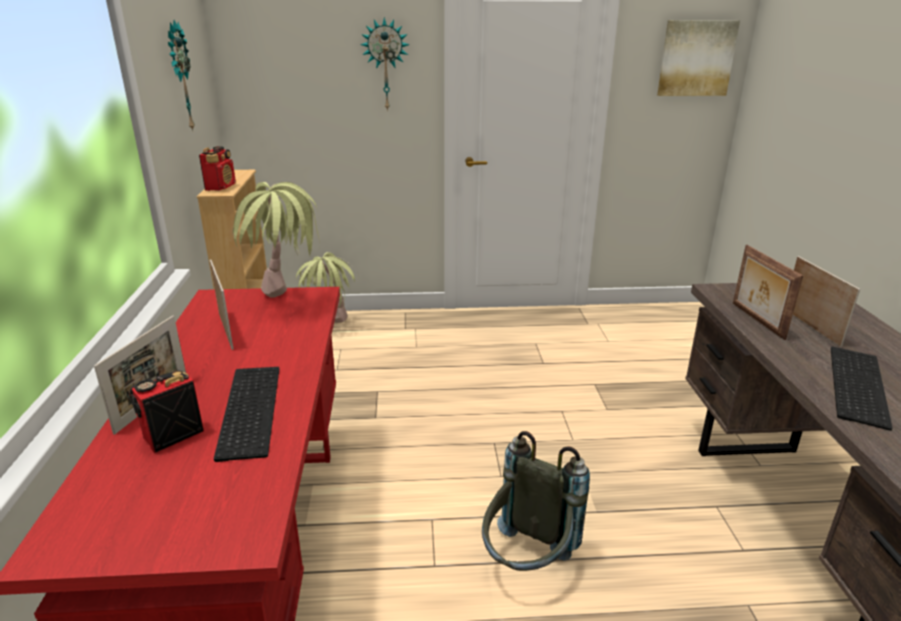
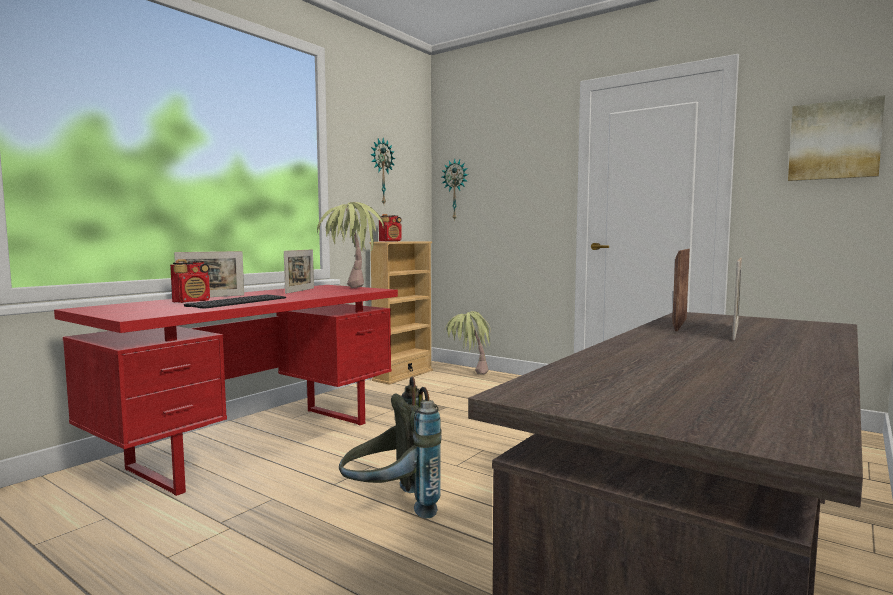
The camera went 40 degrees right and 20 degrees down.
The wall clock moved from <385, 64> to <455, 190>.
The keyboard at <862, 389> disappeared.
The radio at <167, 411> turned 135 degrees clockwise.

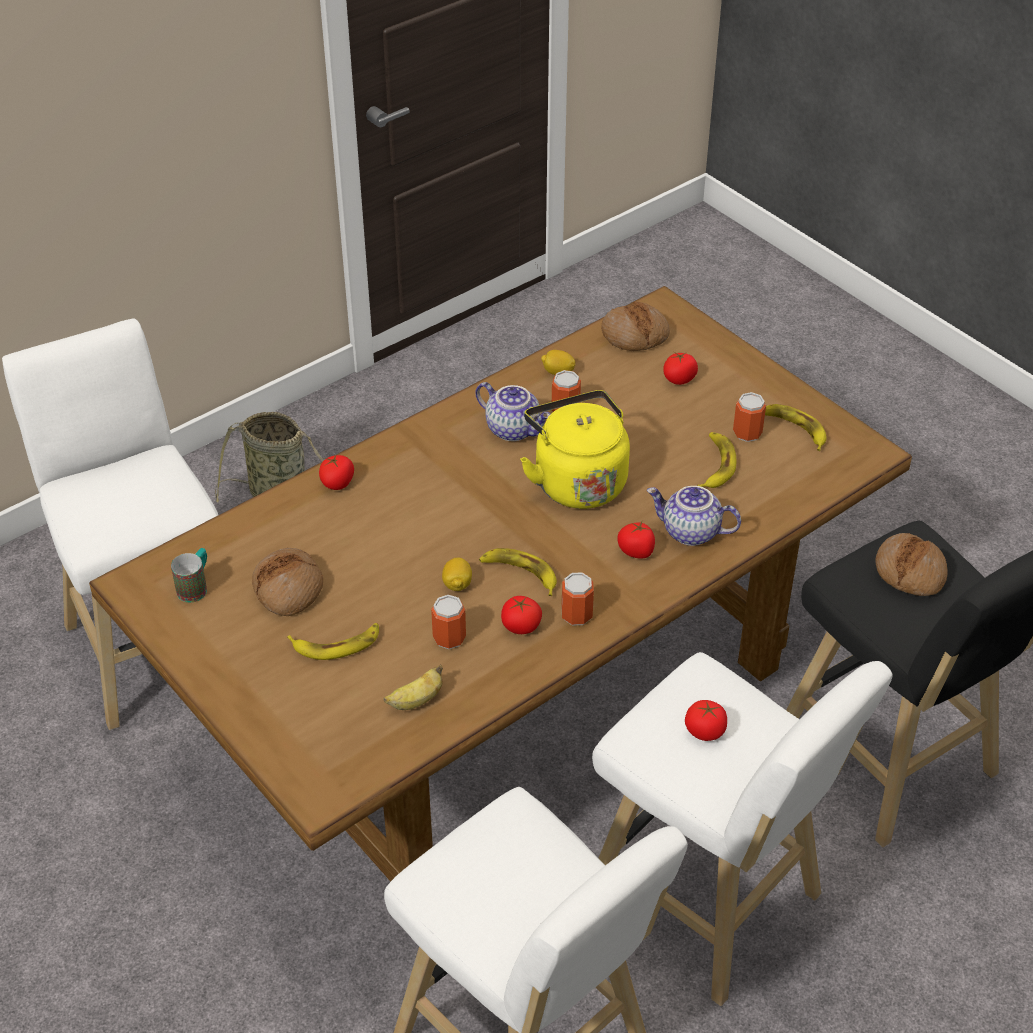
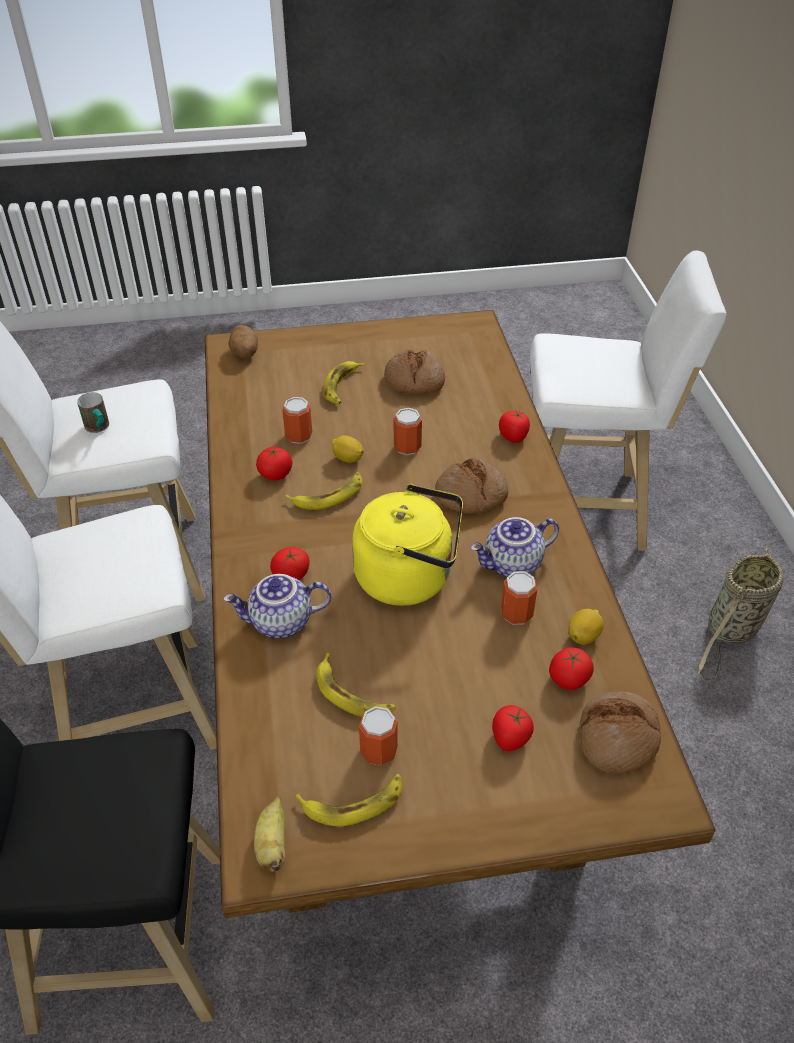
The camera went 120 degrees right and 0 degrees up.
The teapot at <694, 516> turned 150 degrees counterclockwise.
The bread moved from <911, 564> to <471, 486>.
The mug moved from <189, 575> to <93, 412>.
The can moved from <577, 599> to <408, 431>.
The banana moved from <413, 687> to <269, 834>.
The tomato moved from <706, 720> to <571, 668>.
The potato at <243, 341> appeared.

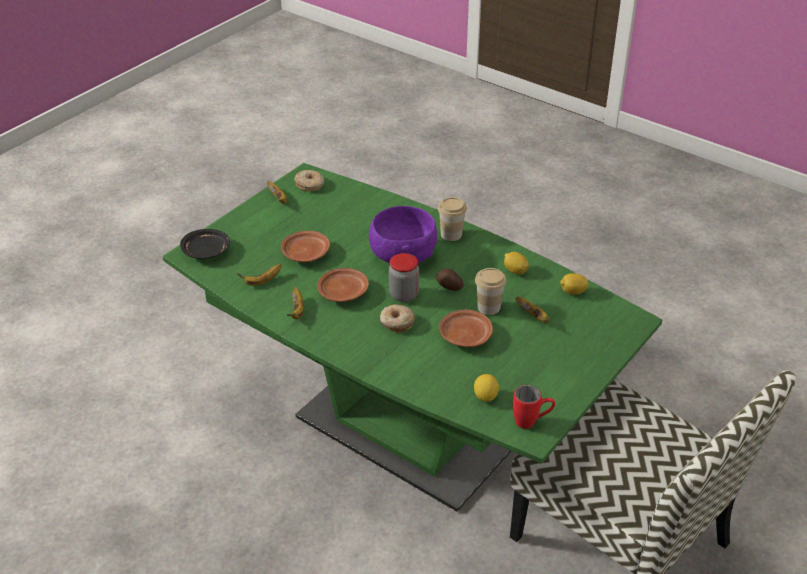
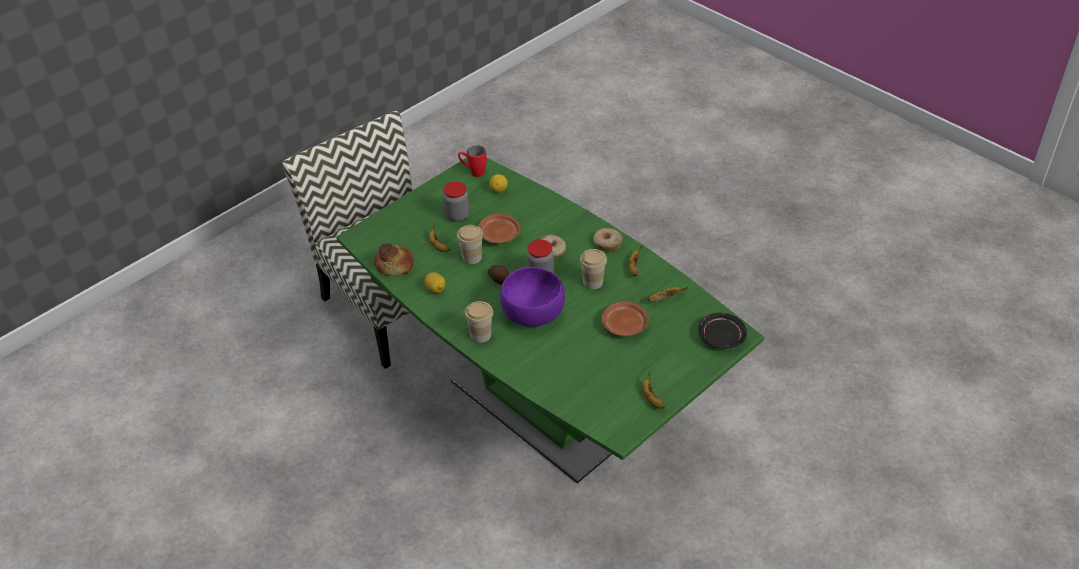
The camera went 170 degrees left and 5 degrees up.
The donut moved from <309, 181> to <608, 240>.
The plate (brown) at <343, 285> was replaced by the cup at <593, 269>.
The lemon at <574, 283> was replaced by the bread at <394, 259>.
The jar at <456, 202> appeared.

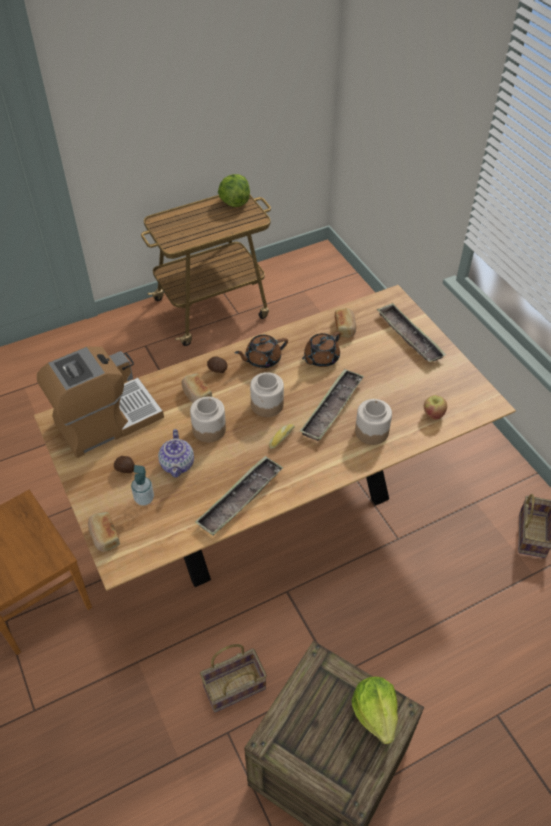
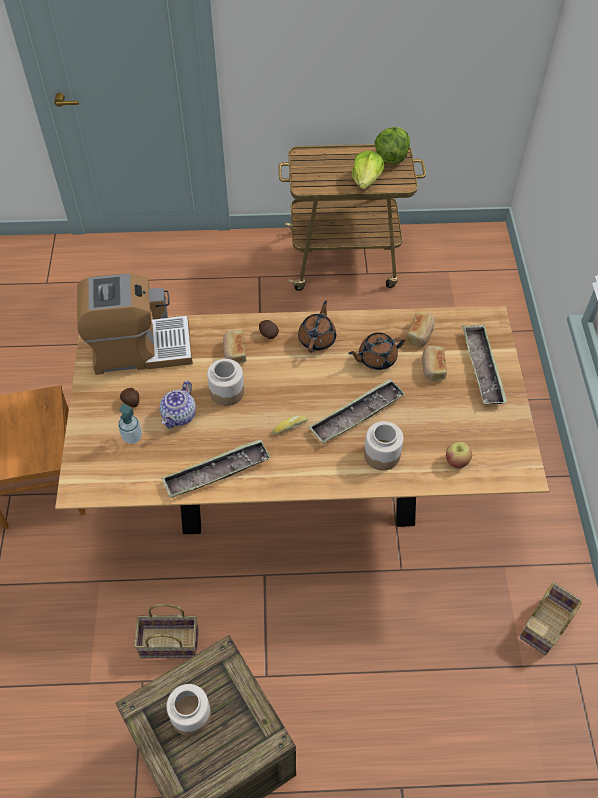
The camera went 25 degrees right and 5 degrees up.
The teapot (brown) at <261, 351> turned 105 degrees clockwise.
The jar moved from <267, 394> to <188, 710>.
The bread moved from <104, 532> to <434, 363>.
The lettuce moved from <374, 710> to <368, 170>.

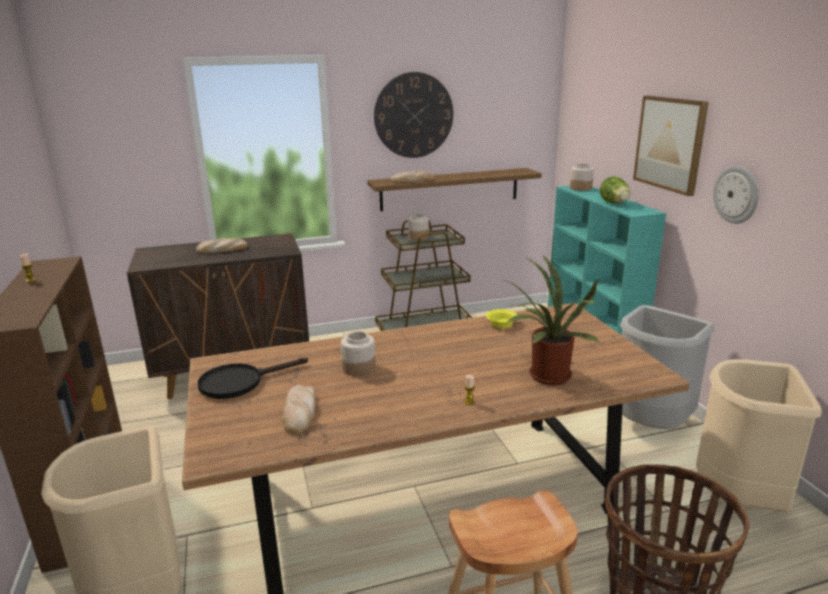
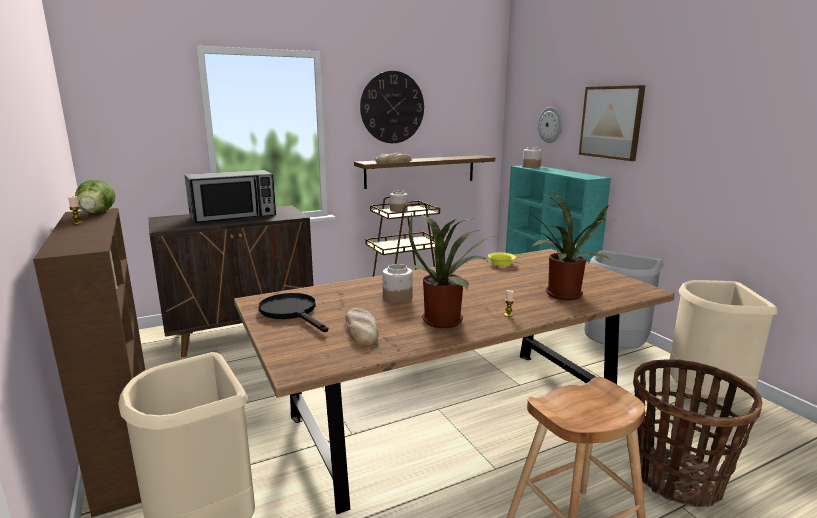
The camera went 10 degrees left and 5 degrees down.
The wall clock moved from <736, 195> to <550, 125>.
The lettuce moved from <615, 189> to <95, 197>.
The bread at <221, 245> was replaced by the microwave at <230, 196>.
The frying pan (black) at <253, 378> turned 90 degrees clockwise.
The potted plant at <452, 270> appeared.

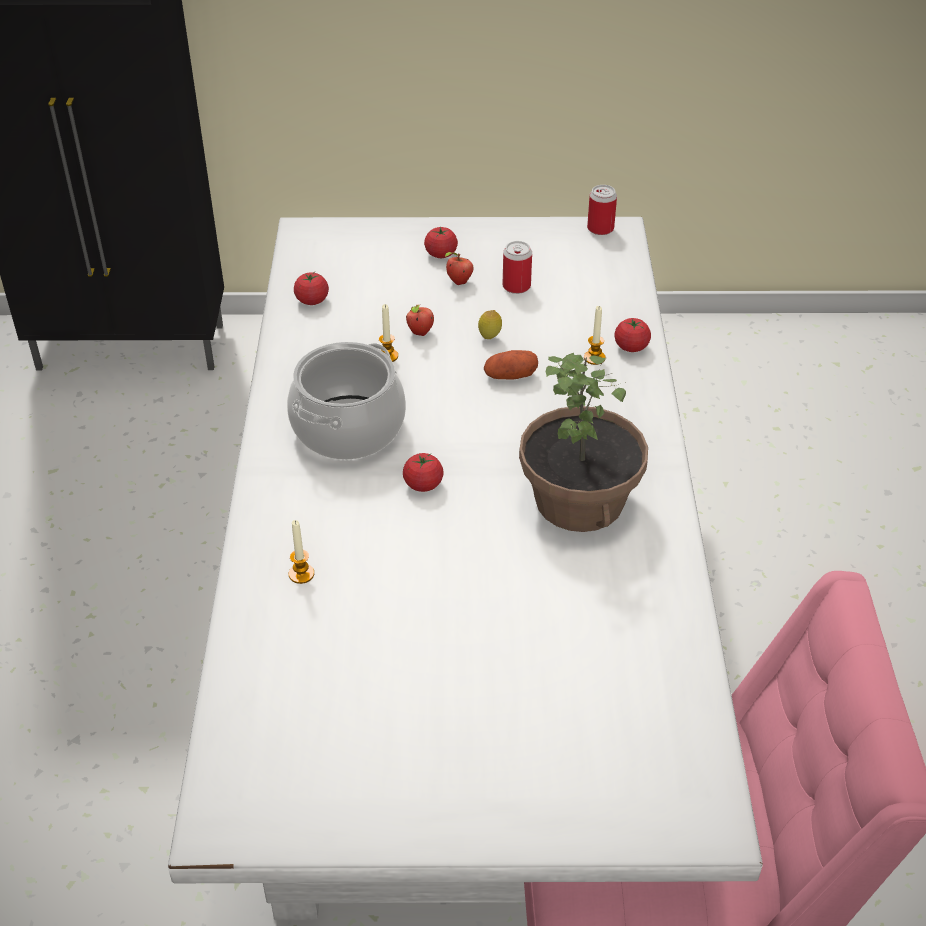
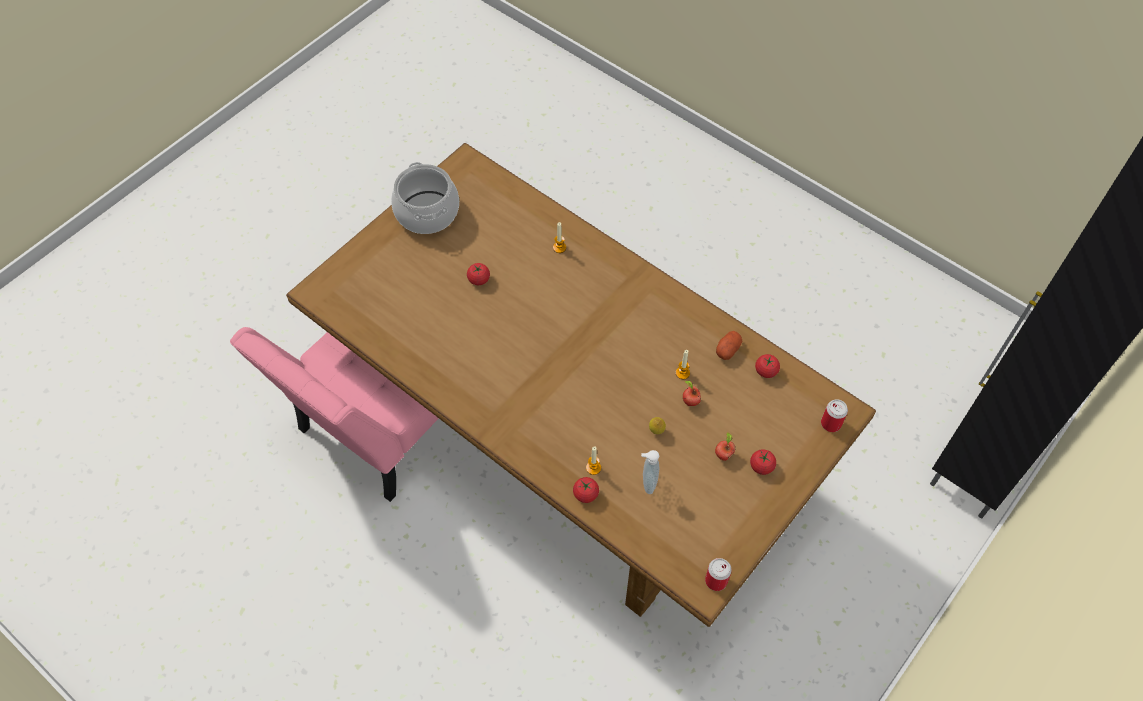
The camera went 130 degrees right and 15 degrees up.
The dining table (white) at <465, 568> became the dining table (brown) at <581, 385>.
The can moved from <517, 267> to <834, 415>.
The cooking pot moved from <346, 401> to <425, 198>.
The potato moved from <511, 365> to <729, 345>.
The potted plant at <583, 442> disappeared.
The tomato moved from <423, 472> to <478, 274>.
The soap dispenser at <650, 472> appeared.

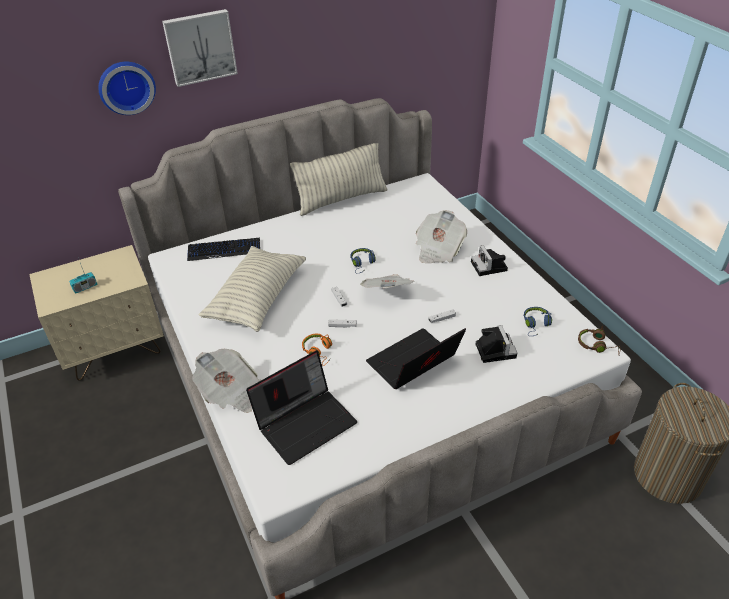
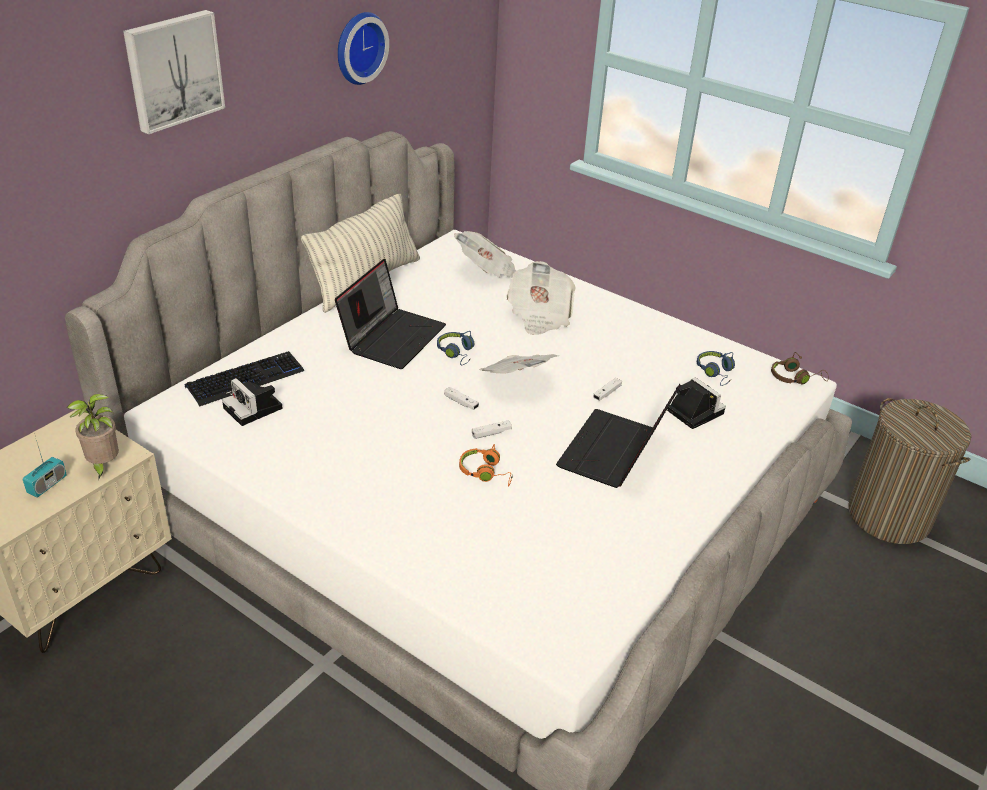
The camera went 30 degrees left and 5 degrees down.
The wall clock moved from <127, 88> to <363, 48>.
The photo camera moved from <489, 260> to <252, 402>.
The pillow at <252, 289> disappeared.
The newspaper moved from <226, 381> to <485, 254>.
The laptop moved from <301, 408> to <390, 314>.
The potted plant at <93, 437> appeared.

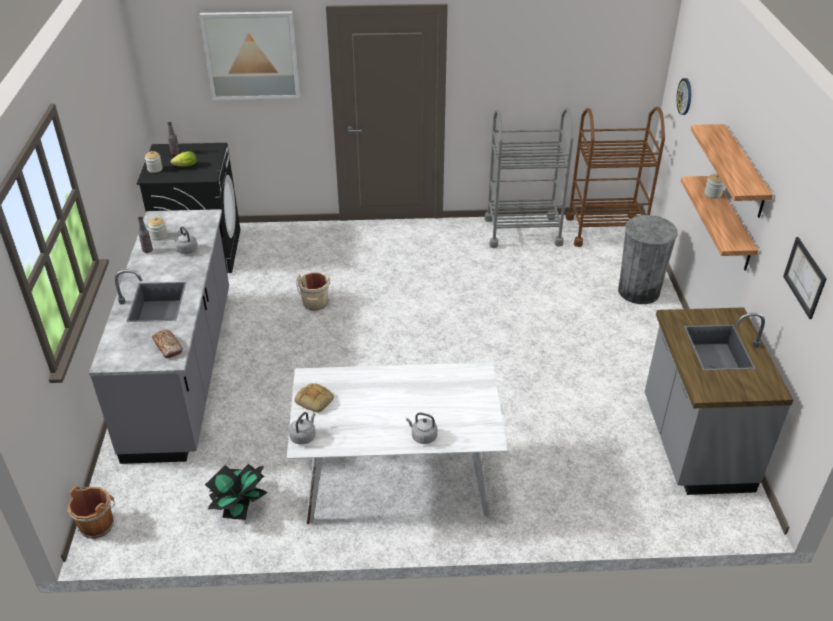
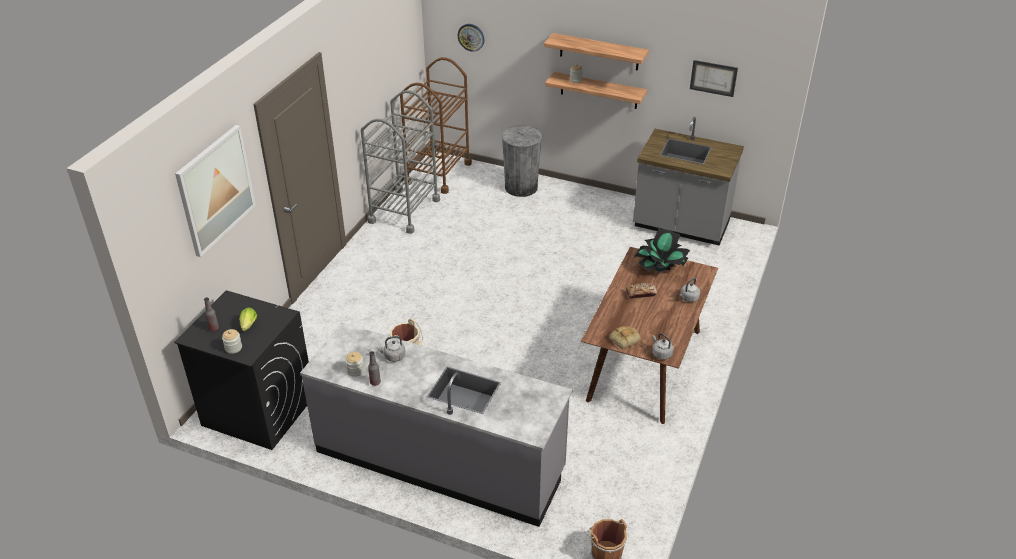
The camera went 65 degrees left and 0 degrees up.
The bread moved from <167, 344> to <641, 291>.
The dining table (white) at <397, 443> became the dining table (brown) at <649, 335>.
The potted plant moved from <236, 492> to <662, 249>.

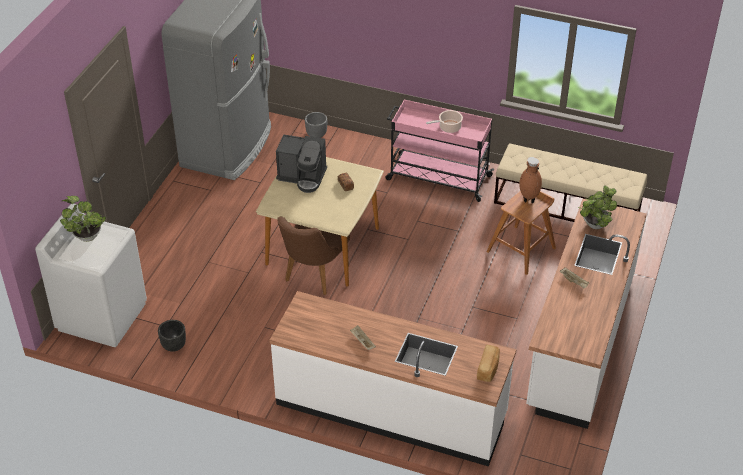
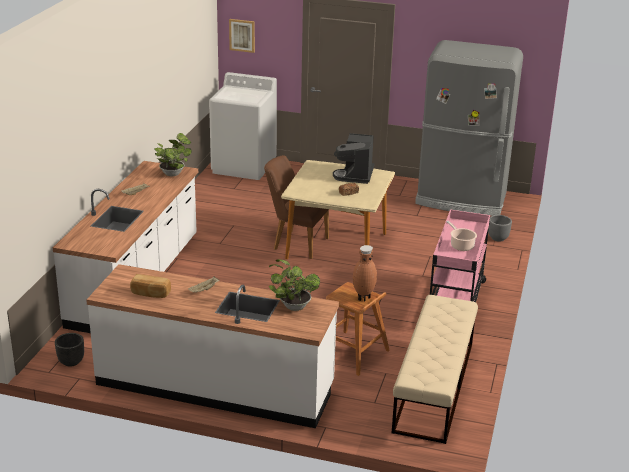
The camera went 85 degrees right and 15 degrees down.
The potted plant moved from <83, 219> to <173, 154>.
The planter (black) moved from <172, 336> to <69, 350>.
The bread moved from <488, 363> to <150, 286>.
The picture at <242, 36> appeared.

